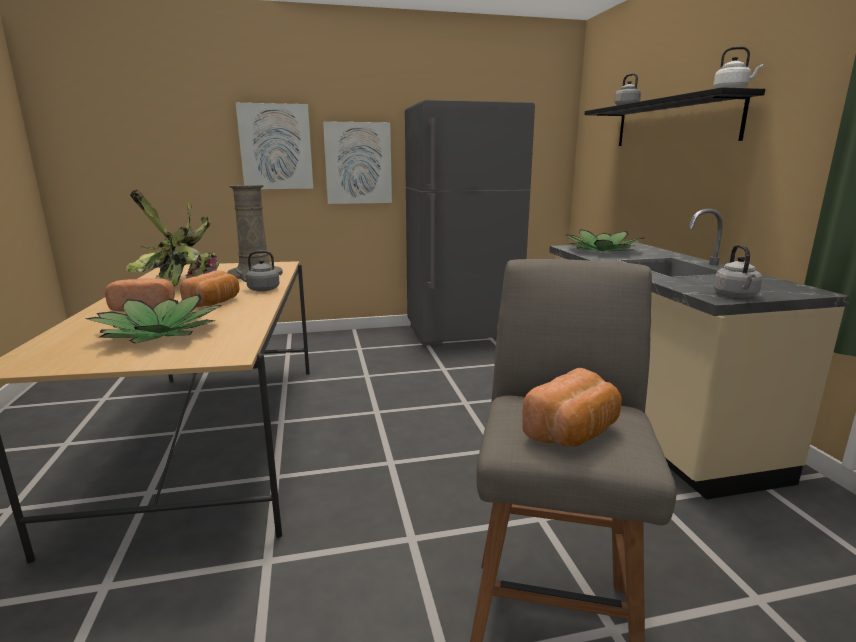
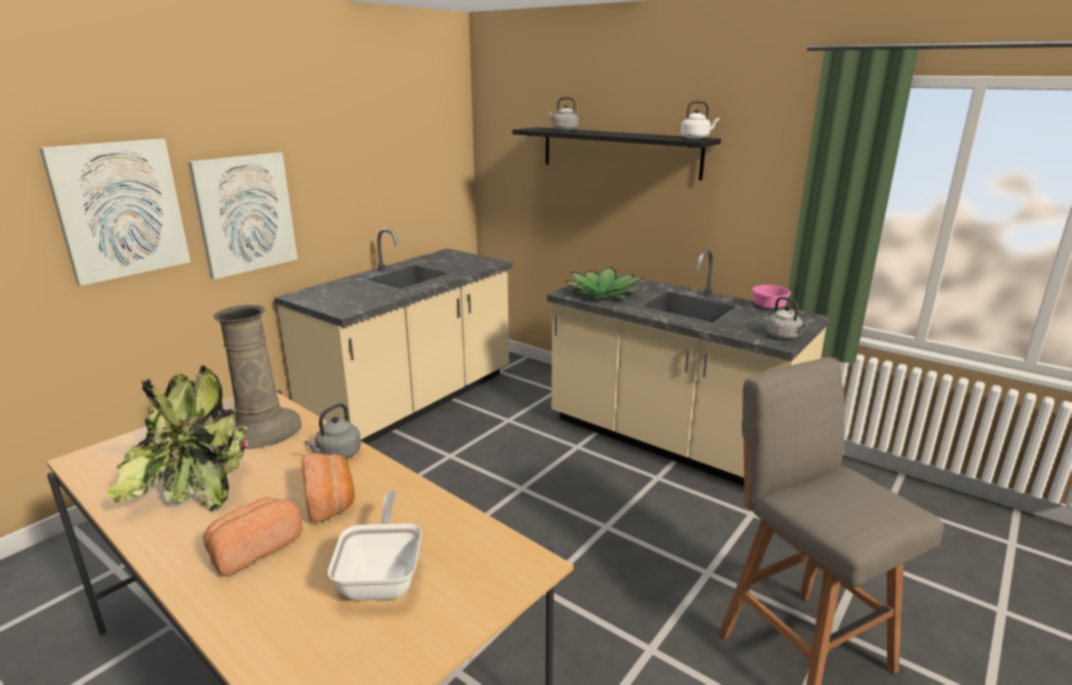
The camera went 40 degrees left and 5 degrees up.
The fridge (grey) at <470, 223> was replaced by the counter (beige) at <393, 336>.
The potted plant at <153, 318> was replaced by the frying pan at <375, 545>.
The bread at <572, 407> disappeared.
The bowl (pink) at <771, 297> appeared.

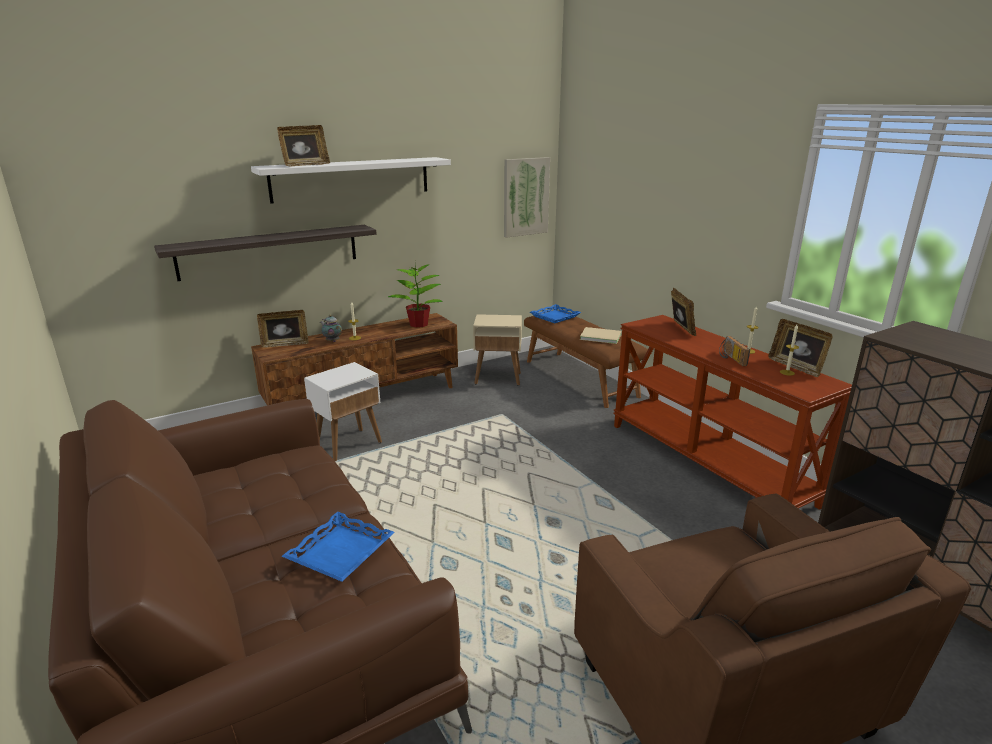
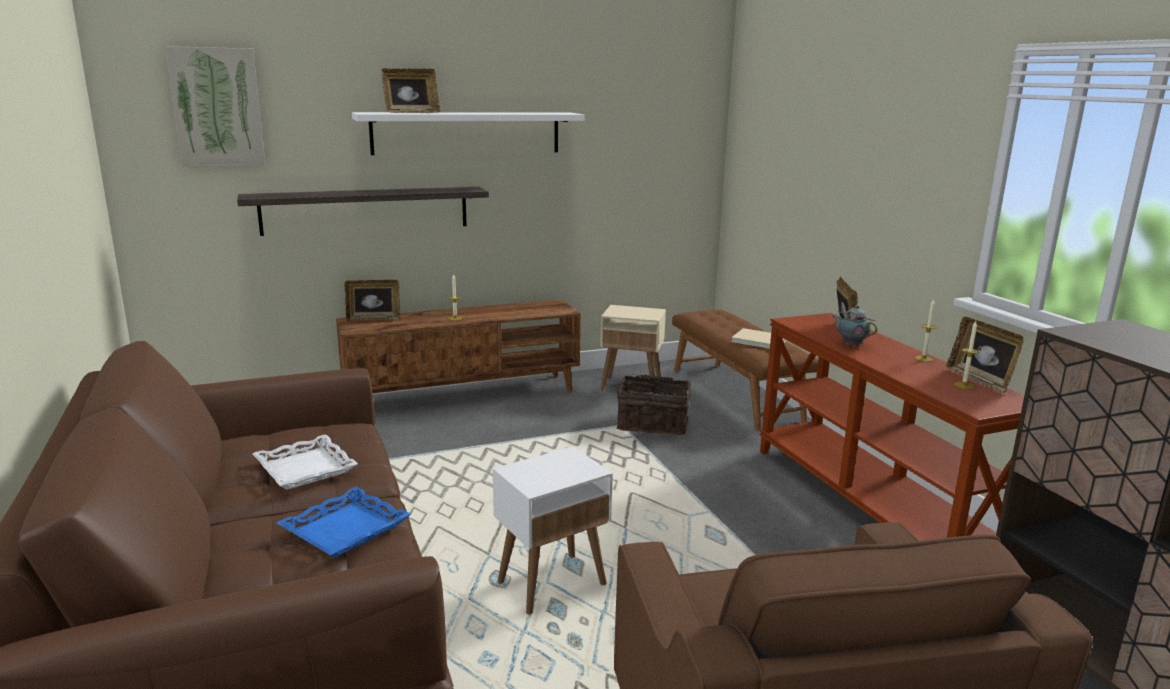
The camera went 10 degrees right and 5 degrees down.
The picture moved from <527, 197> to <215, 106>.
The potted plant at <415, 294> disappeared.
The tray (blue) at <555, 313> disappeared.
The teapot moved from <331, 328> to <855, 326>.
The radio at <734, 351> disappeared.
The side table (white) moved from <343, 411> to <553, 530>.
The basket at <654, 404> appeared.
The tray (white) at <305, 462> appeared.

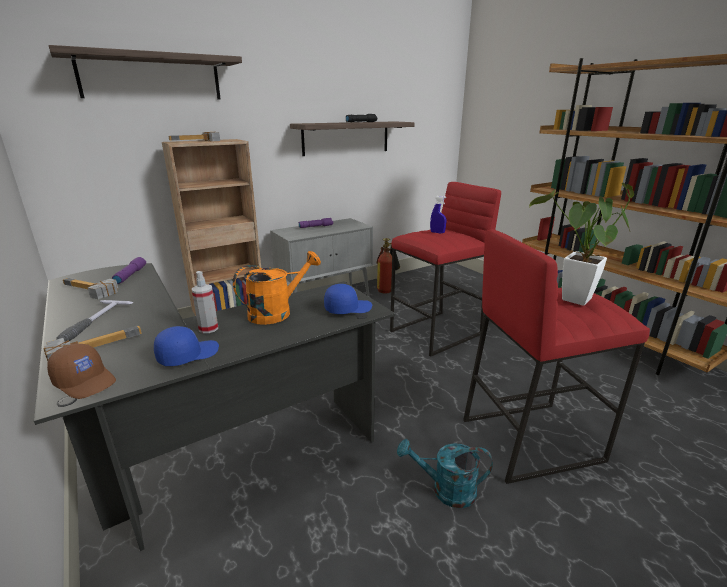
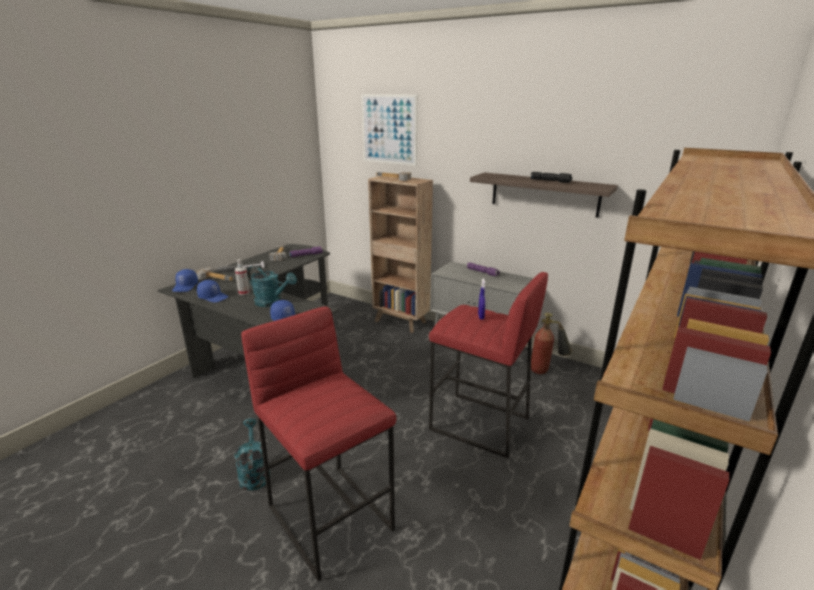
The camera went 65 degrees right and 0 degrees up.
The shelf at <145, 72> was replaced by the picture at <389, 130>.
The potted plant at <581, 244> disappeared.
The watering can (orange) at <277, 288> became the watering can (turquoise) at <272, 286>.
The cap (brown) at <81, 371> became the cap (blue) at <185, 280>.

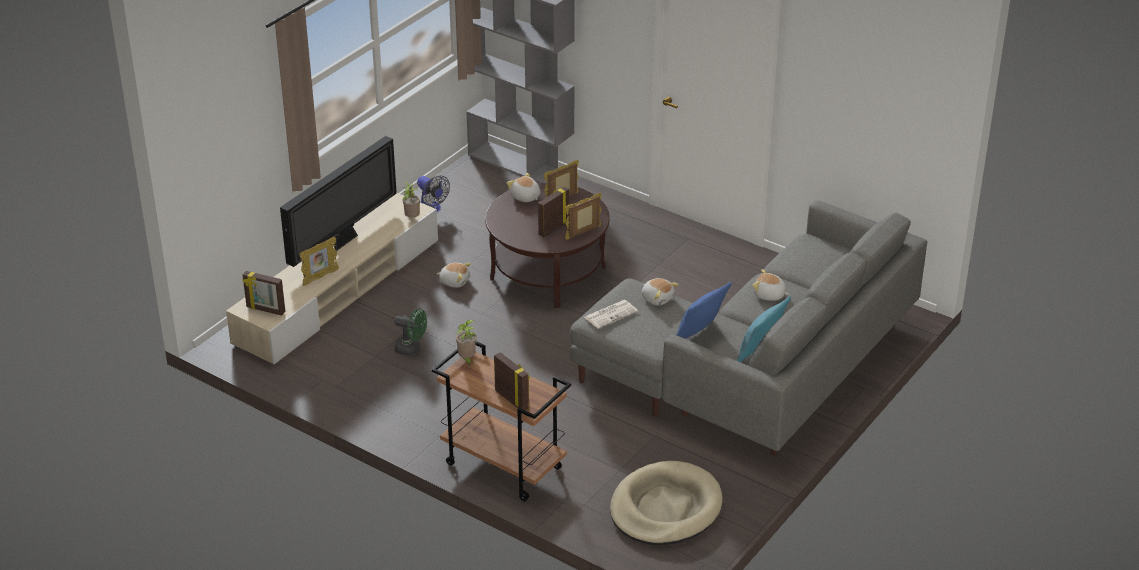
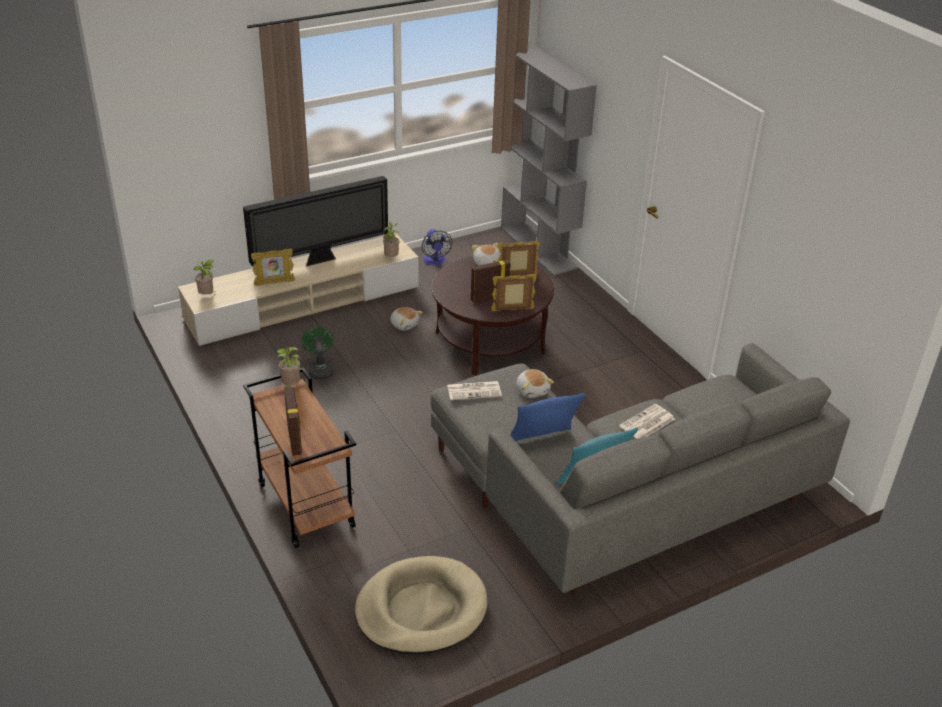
The camera went 25 degrees right and 0 degrees up.
The plush toy at <770, 285> was replaced by the newspaper at <647, 421>.
The picture frame at <263, 293> was replaced by the potted plant at <204, 277>.
The fan (green) at <410, 332> turned 150 degrees counterclockwise.

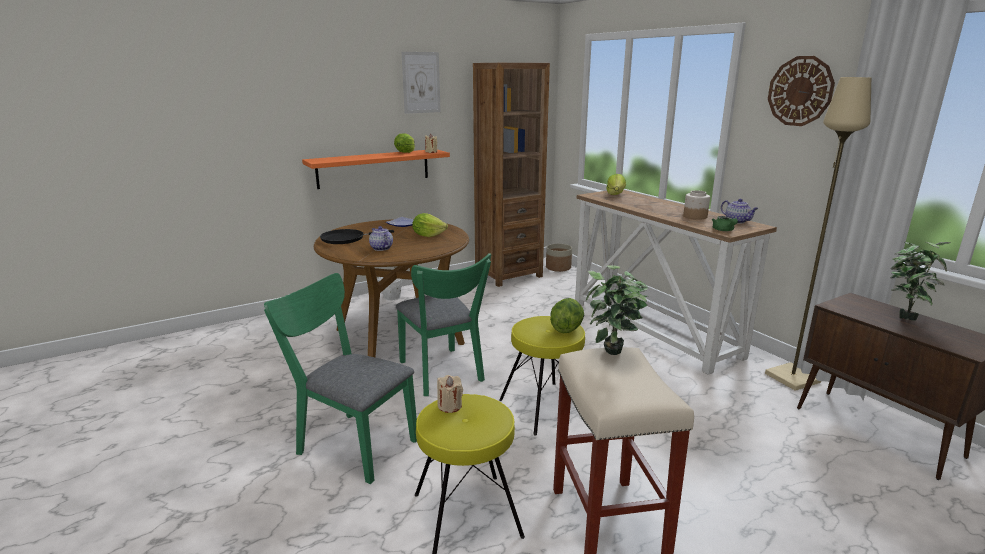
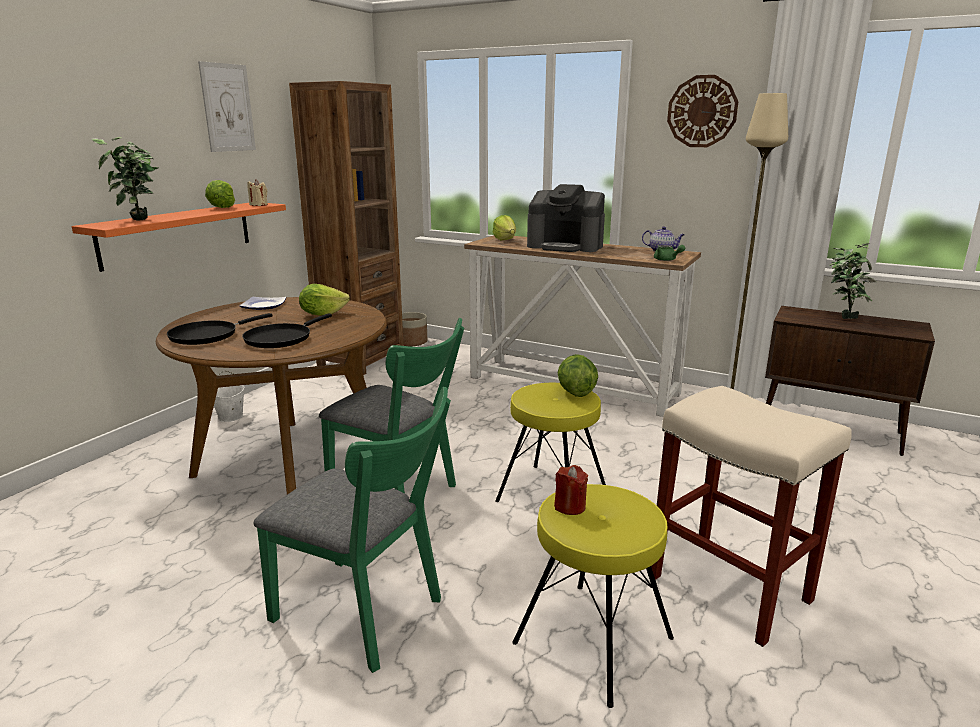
The camera went 30 degrees left and 0 degrees up.
The jar at <696, 205> disappeared.
The teapot at <381, 238> was replaced by the frying pan (black) at <287, 331>.
The potted plant moved from <617, 310> to <125, 179>.
The chair (green) at <340, 378> turned 150 degrees counterclockwise.
The candle (beige) at <450, 394> became the candle (red) at <571, 490>.
The coffee machine at <566, 218> appeared.

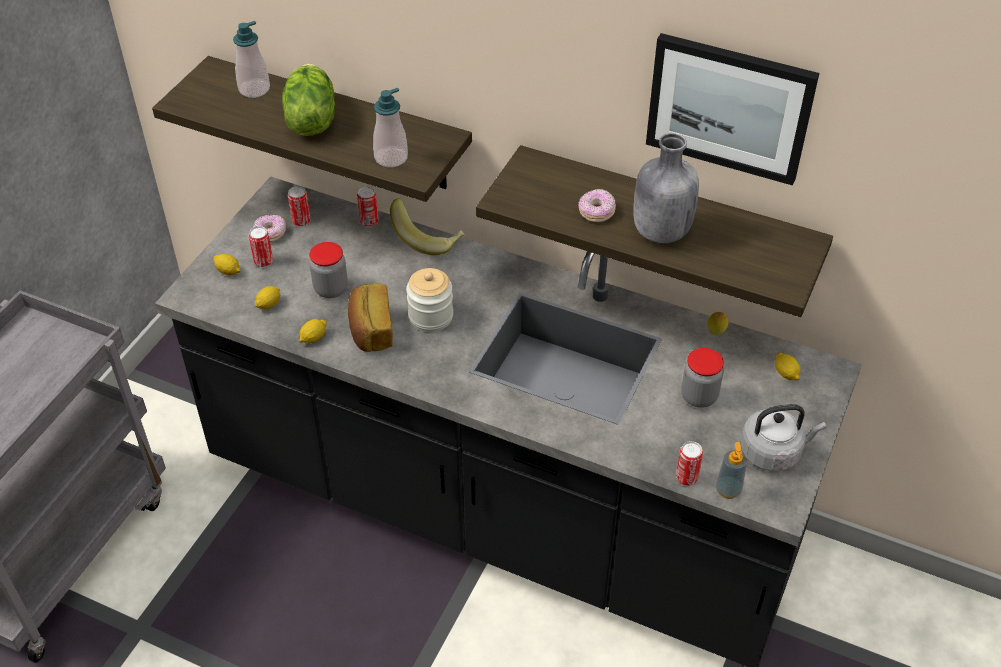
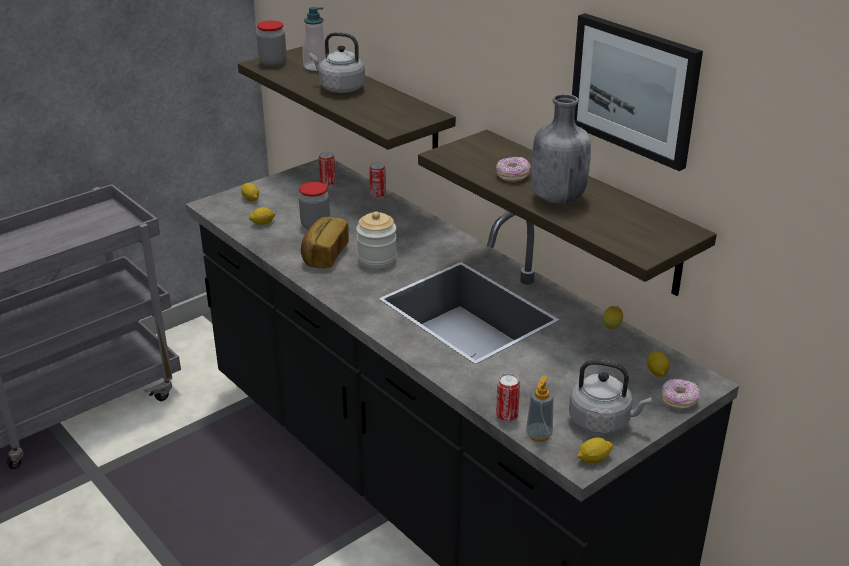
The camera went 25 degrees right and 15 degrees down.
The lettuce at <308, 100> was replaced by the kettle (grey) at <337, 62>.
The soap dispenser at <390, 127> disappeared.
The banana at <427, 227> disappeared.
The donut moved from <269, 228> to <681, 394>.
The can at <261, 246> disappeared.
The lemon moved from <313, 331> to <595, 450>.
The jar moved from <702, 378> to <271, 43>.

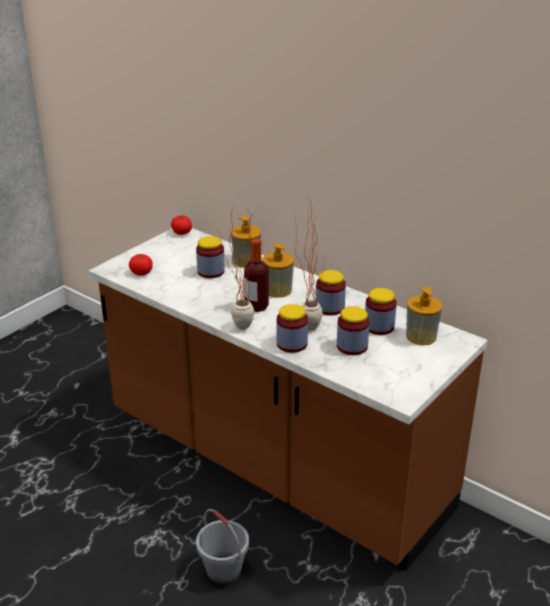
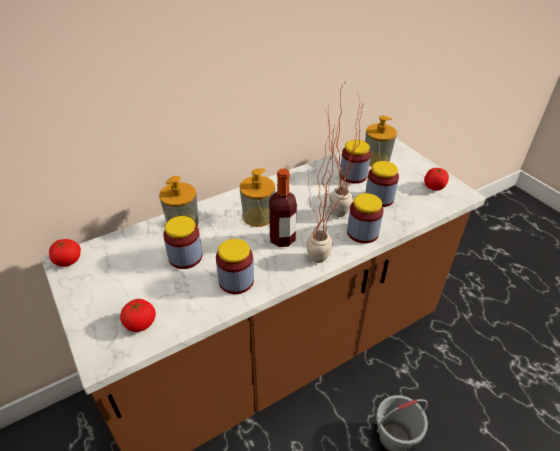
The camera went 70 degrees left and 10 degrees up.
The jar moved from <331, 292> to <235, 266>.
The tomato at <436, 179> appeared.

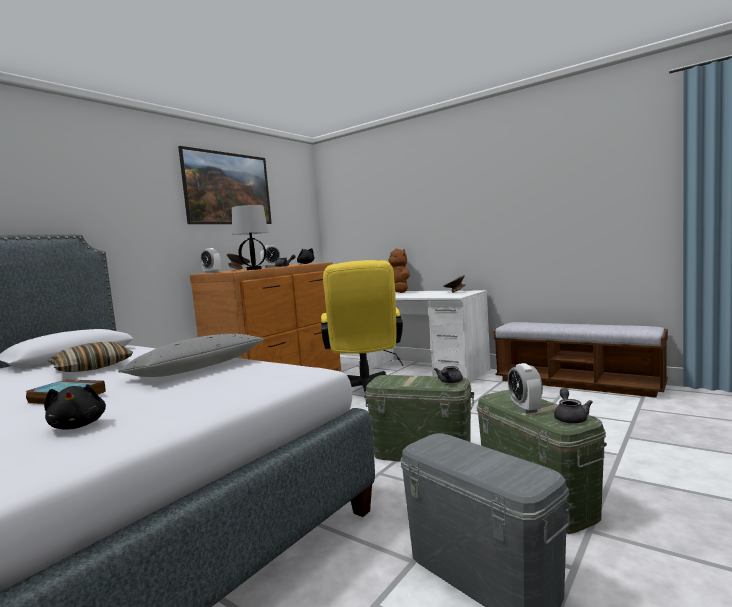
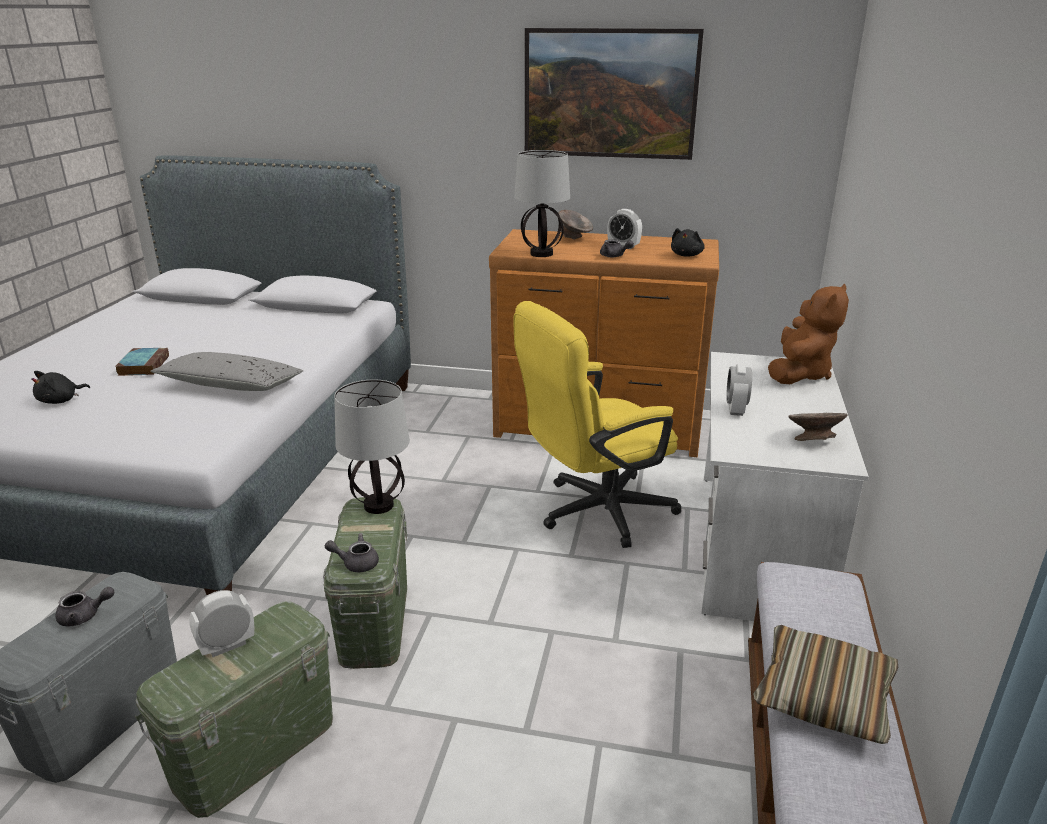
The camera went 65 degrees right and 20 degrees up.
The alarm clock moved from <211, 260> to <739, 390>.
The pillow moved from <90, 357> to <825, 684>.
The teapot (grey) moved from <573, 405> to <85, 606>.
The table lamp at <372, 447> appeared.

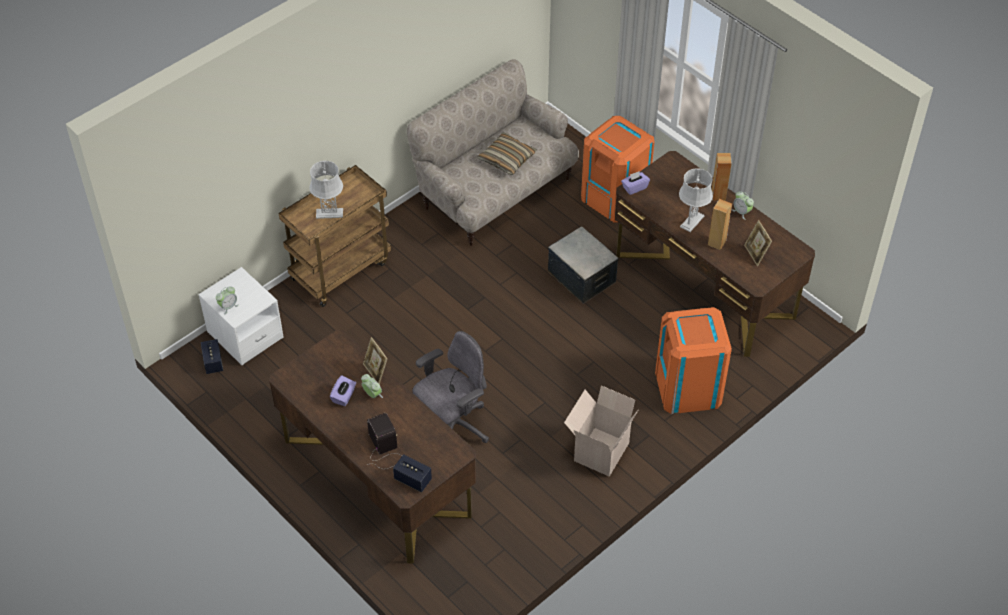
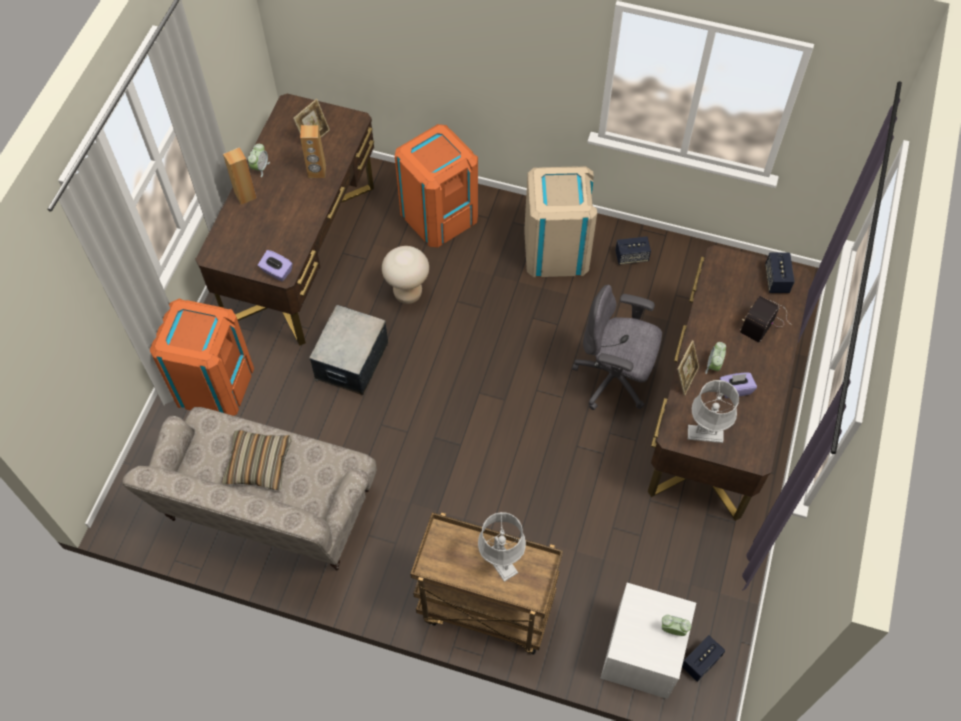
The camera went 120 degrees left and 10 degrees up.
The table lamp (grey) moved from <696, 200> to <713, 411>.
The cardboard box at <601, 431> was replaced by the trash can (beige) at <560, 221>.
The speaker at <633, 250> appeared.
The stool (beige) at <405, 275> appeared.

